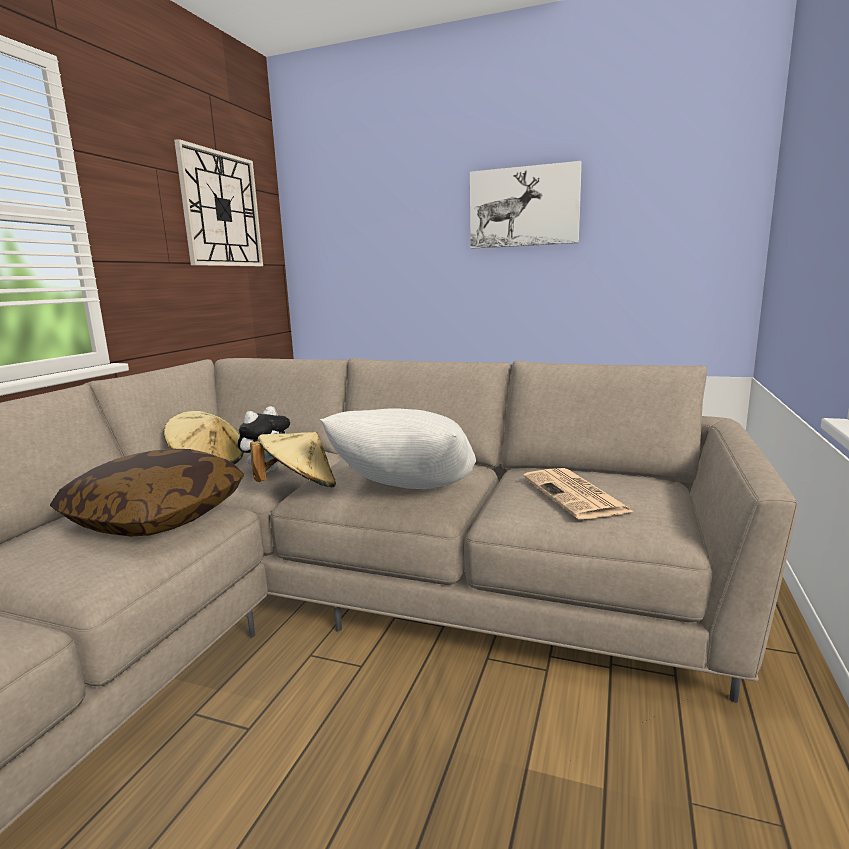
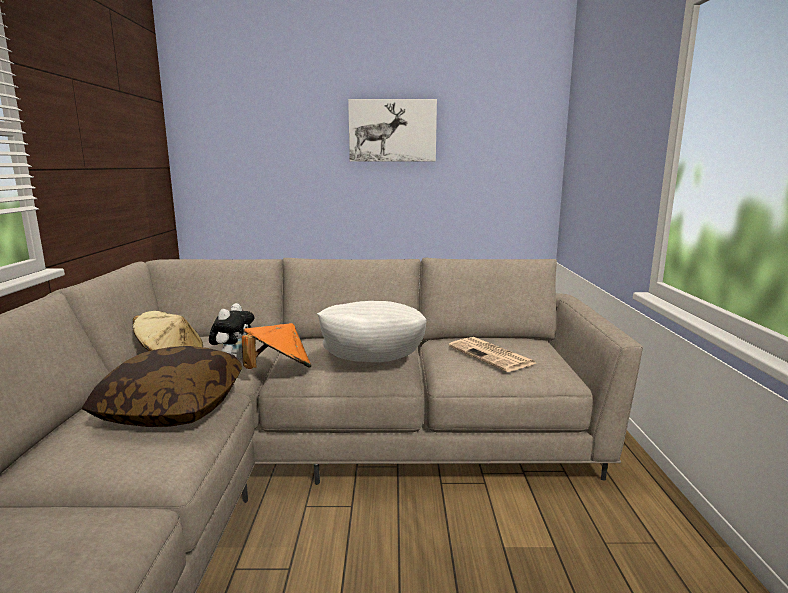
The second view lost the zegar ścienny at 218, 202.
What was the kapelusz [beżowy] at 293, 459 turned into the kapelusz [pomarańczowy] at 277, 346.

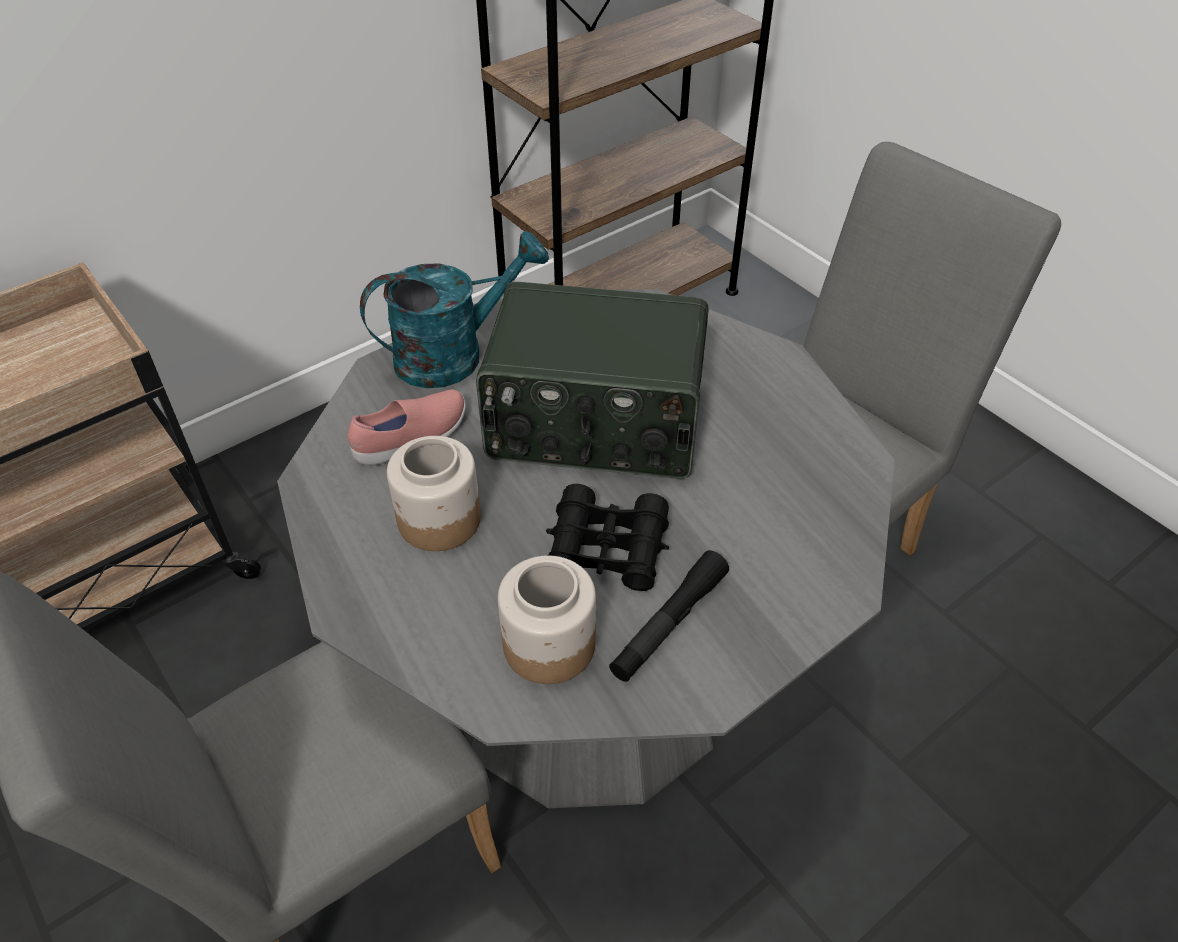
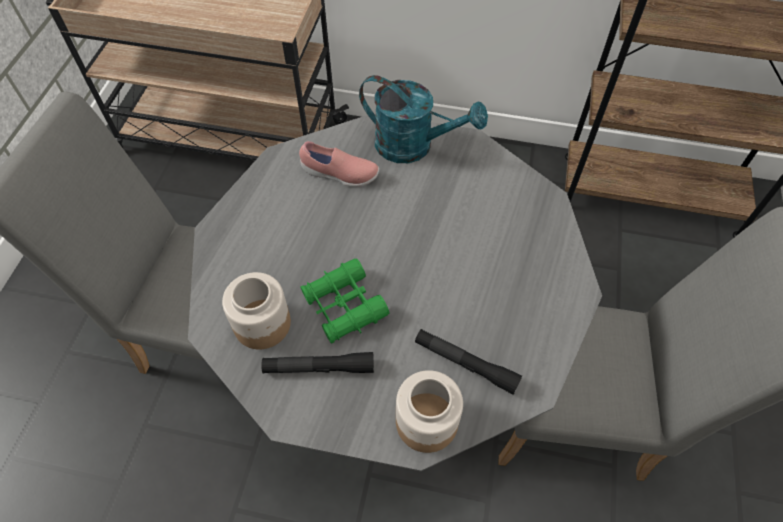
The second view lost the radio at 592, 380.
The słoik ended up elsewhere, having gone from 434, 493 to 429, 411.
What was the lornetka [czarny] at 607, 537 turned into the lornetka [zielony] at 344, 301.
The second view gained the latarka [czarny] at 468, 362.

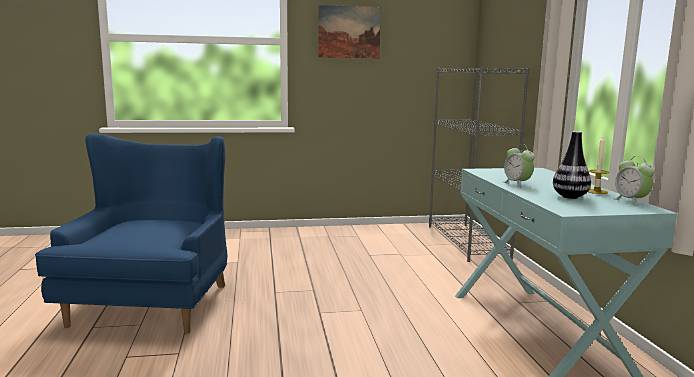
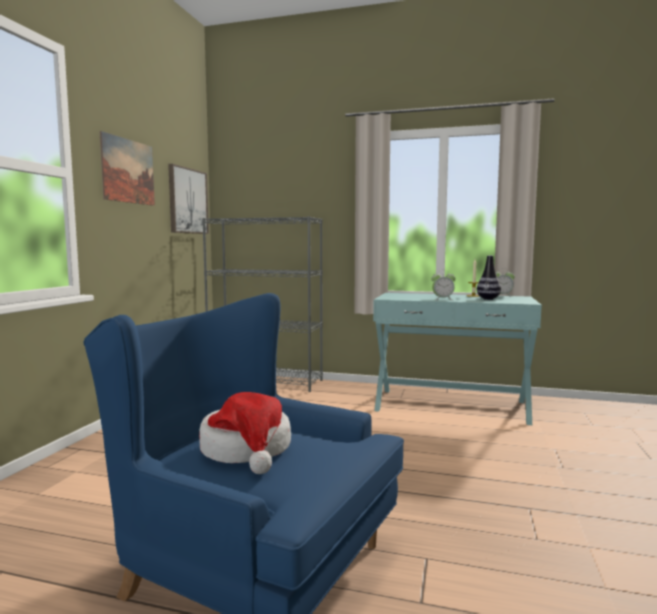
The second view gained the obraz at 188, 199.
The second view gained the kapelusz at 245, 433.

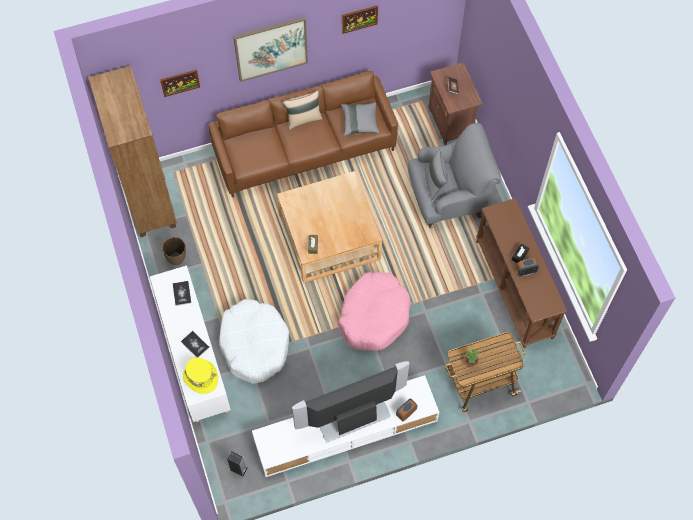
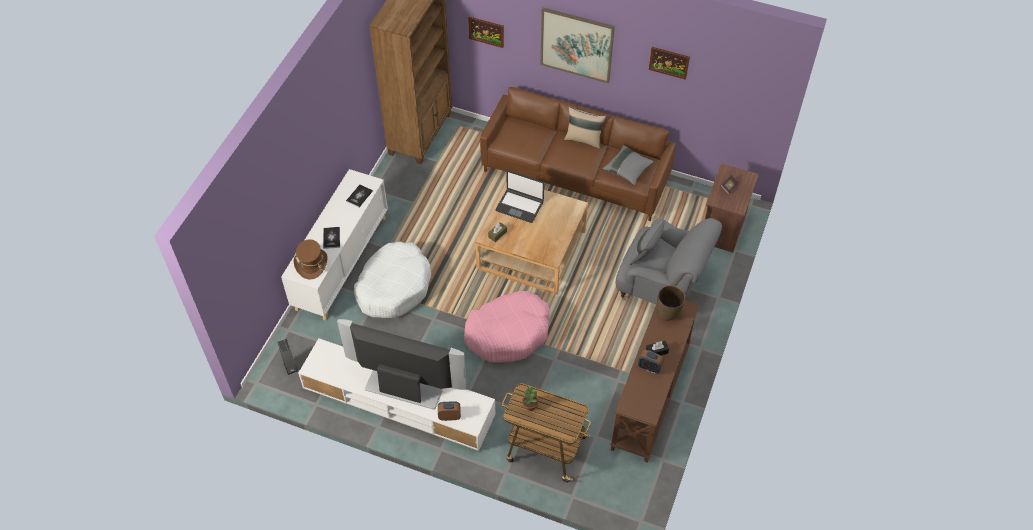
The wazon [brązowy] ended up elsewhere, having gone from 174, 251 to 671, 303.
What was the kapelusz [żółty] at 200, 375 turned into the kapelusz [brązowy] at 310, 259.
The second view gained the laptop at 520, 196.

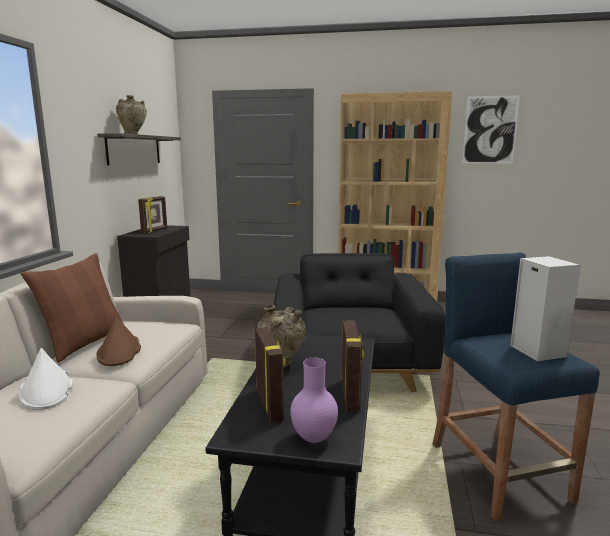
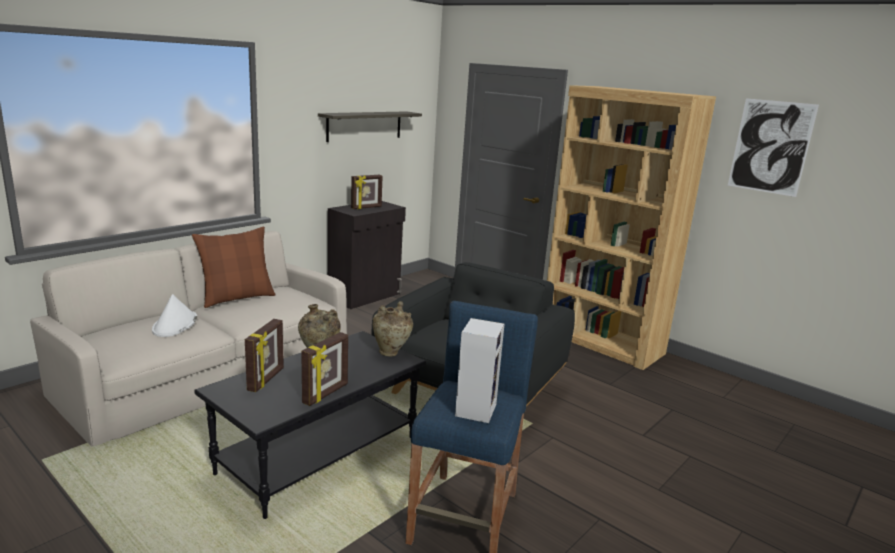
The wazon [beżowy] ended up elsewhere, having gone from 131, 114 to 393, 328.
The second view lost the kapelusz [brązowy] at 118, 341.
The second view lost the wazon [fioletowy] at 314, 400.

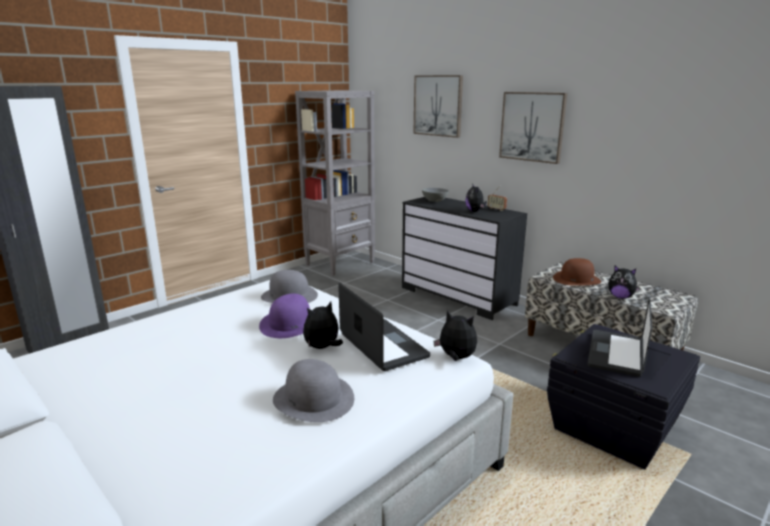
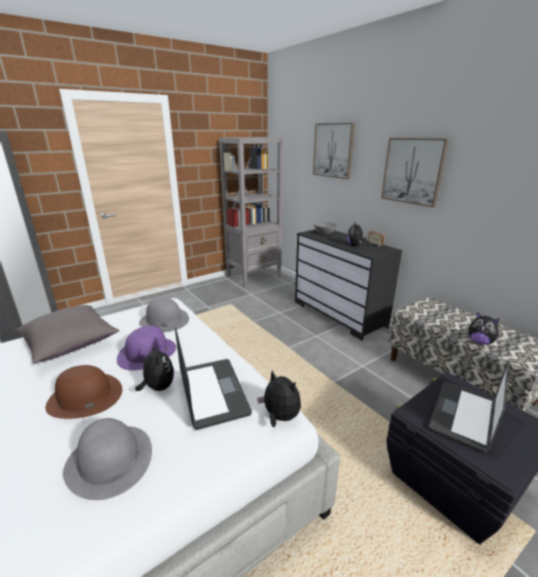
The kapelusz [brązowy] ended up elsewhere, having gone from 577, 272 to 83, 392.
The pluszak at 323, 325 ended up facing another way, 90 degrees clockwise from before.
The second view gained the poduszka [szary] at 67, 334.

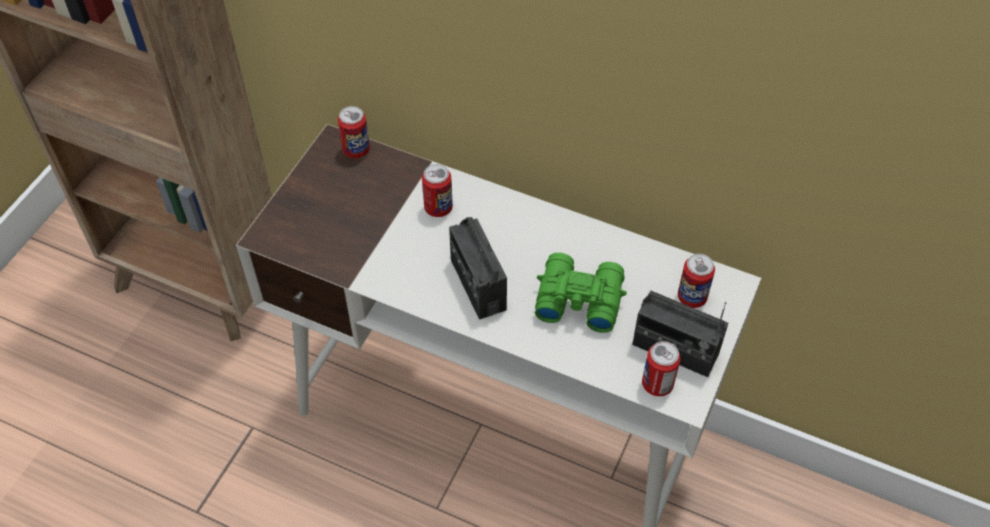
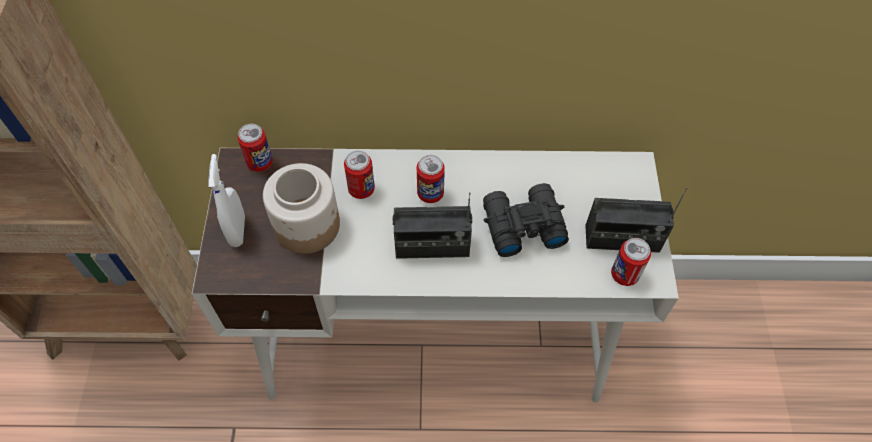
The radio at 478, 268 ended up facing another way, 45 degrees counterclockwise from before.
What was the lornetka [zielony] at 581, 293 turned into the lornetka [czarny] at 526, 220.
The puszka ended up elsewhere, having gone from 696, 281 to 431, 179.
The second view gained the spryskiwacz [biały] at 227, 200.
The second view gained the słoik at 301, 208.

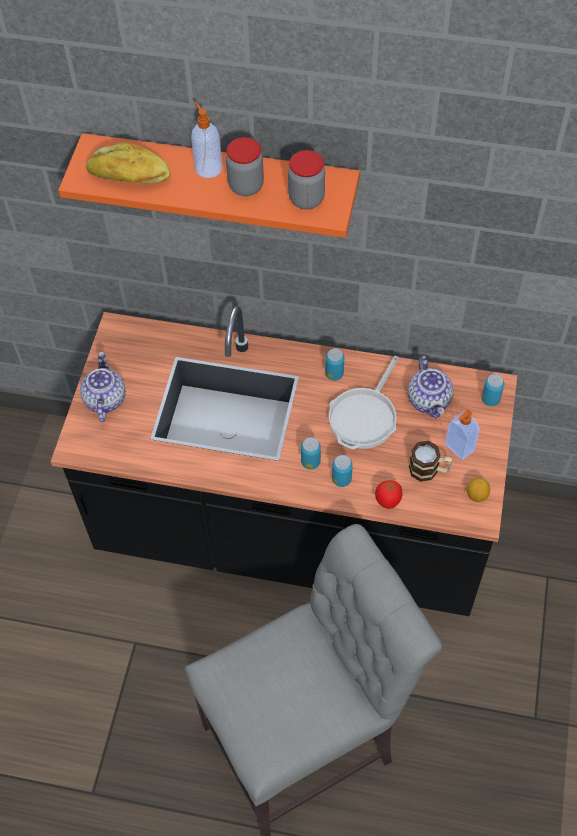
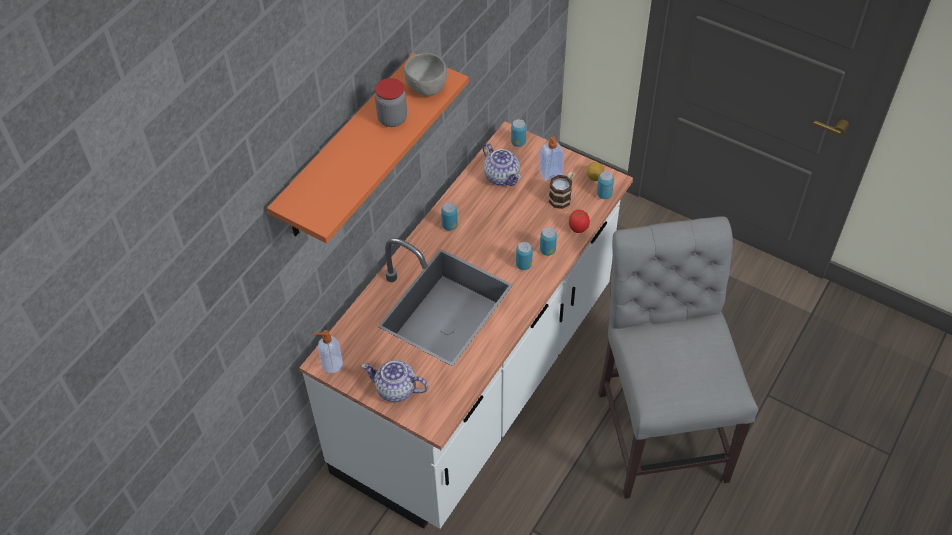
The dozownik mydła ended up elsewhere, having gone from 206, 139 to 328, 351.
The second view lost the chleb at 128, 162.
Where the słoik stood at 306, 179, the miska [szary] came to stand at 425, 74.
What was the zabudowa kuchenna [czarny] at 284, 461 turned into the zabudowa kuchenna [biały] at 466, 325.
The imbryk at 430, 386 ended up facing another way, 45 degrees clockwise from before.
The second view lost the patelnia at 364, 402.
The second view gained the puszka at 605, 185.

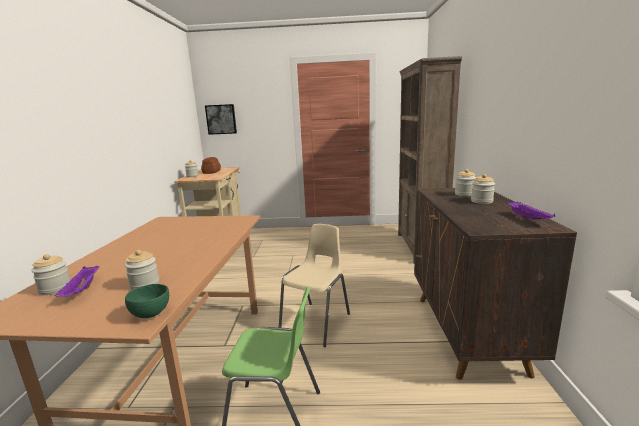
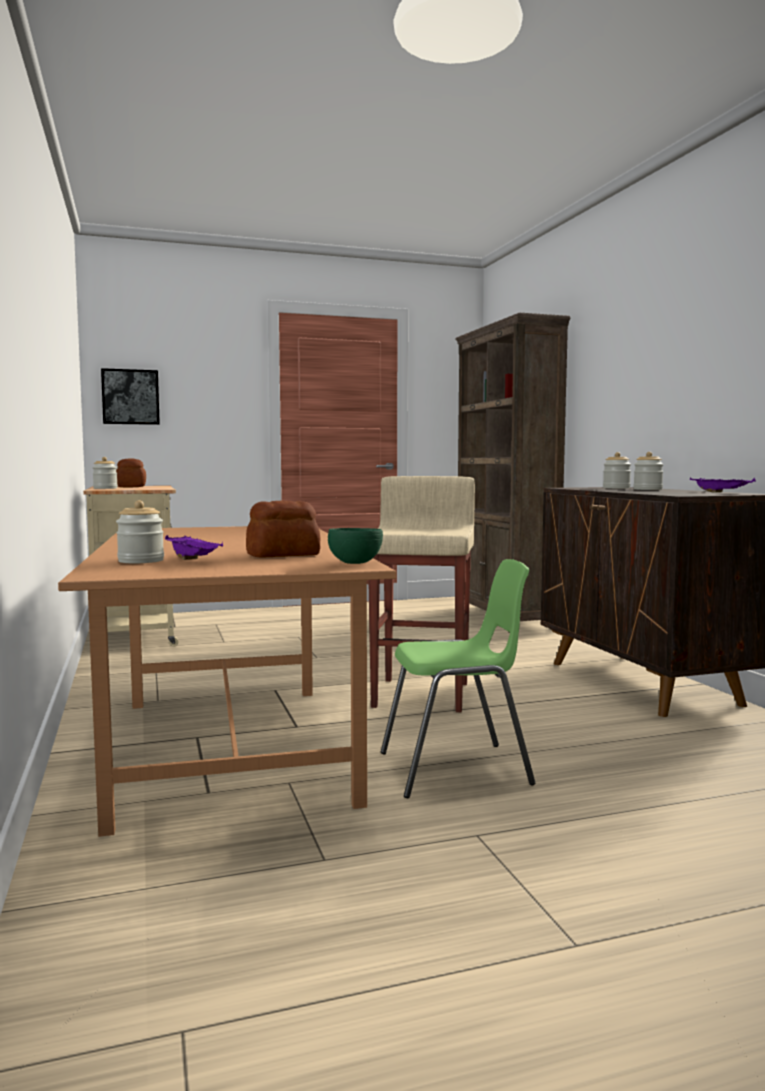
Where the krzesło [beżowy] stood at 314, 285, the stołek [beżowy] came to stand at 421, 594.
Where the słoik stood at 142, 270, the chleb came to stand at 283, 529.

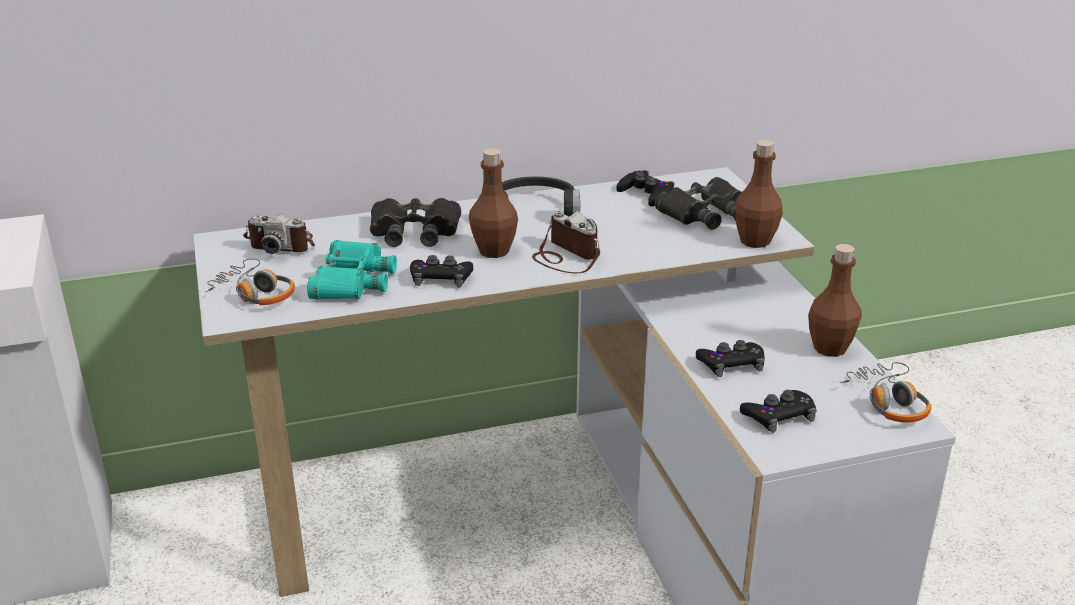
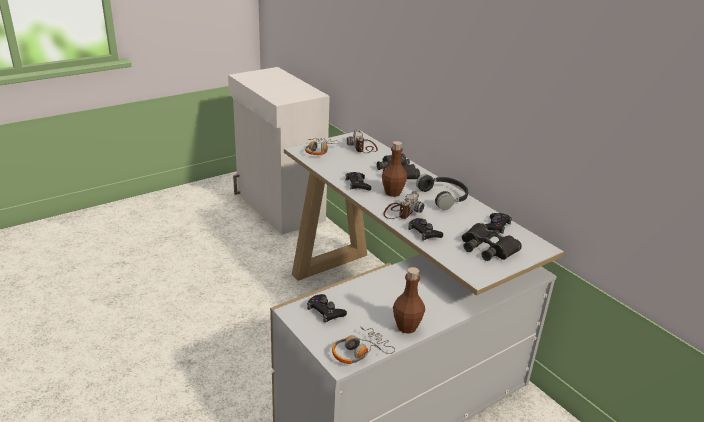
The second view lost the butelka [brązowy] at 759, 194.
The second view lost the lornetka [turkusowy] at 352, 270.
The pad do gier [czarny] ended up elsewhere, having gone from 730, 358 to 425, 229.

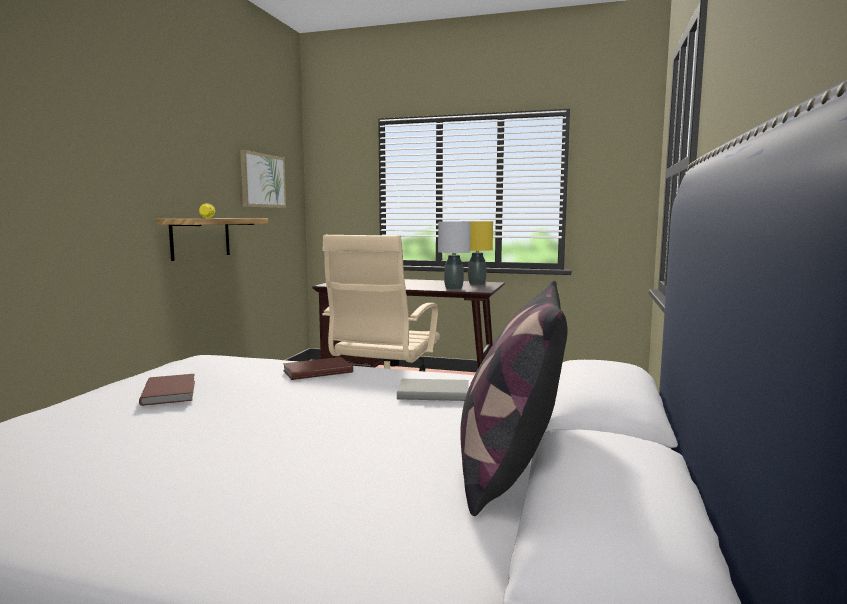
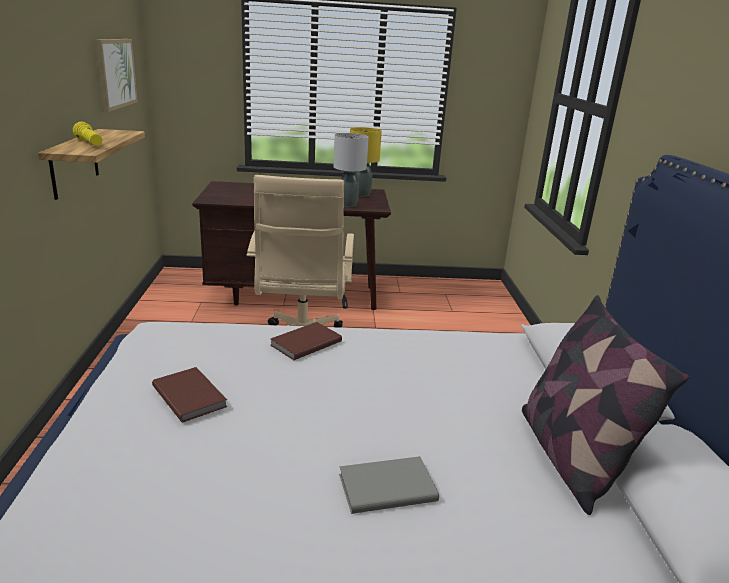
The książka [szary] ended up elsewhere, having gone from 433, 390 to 389, 485.

